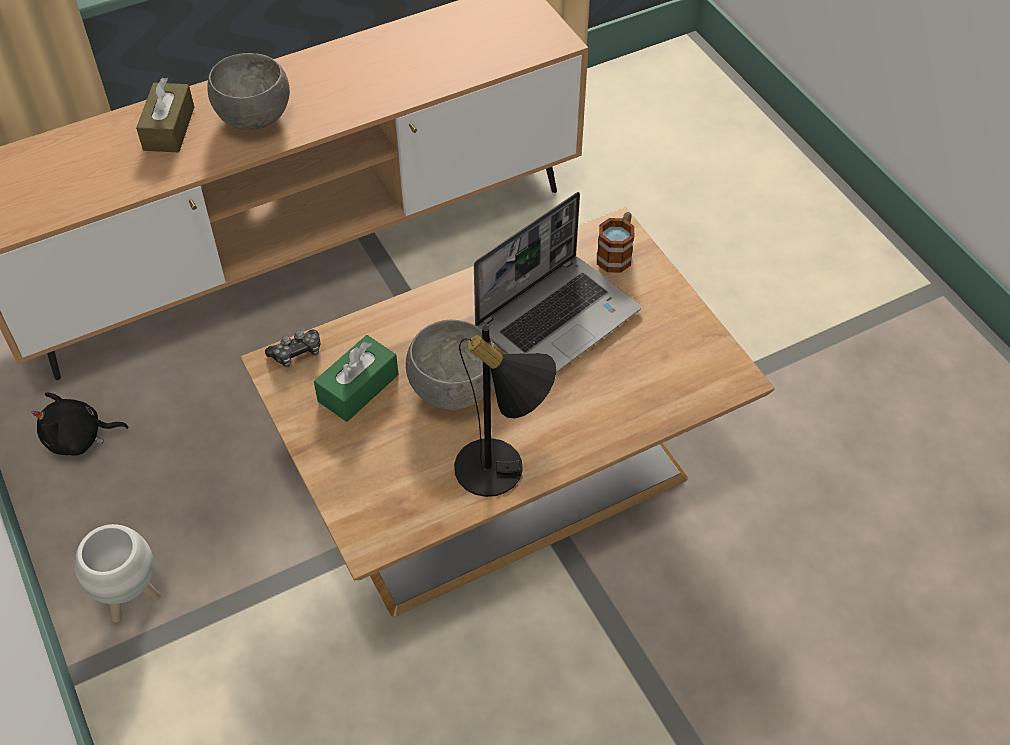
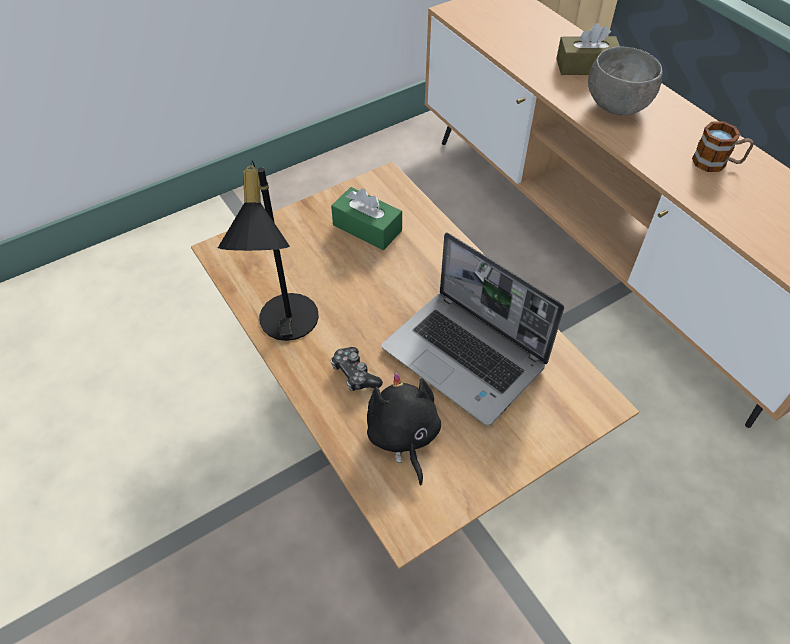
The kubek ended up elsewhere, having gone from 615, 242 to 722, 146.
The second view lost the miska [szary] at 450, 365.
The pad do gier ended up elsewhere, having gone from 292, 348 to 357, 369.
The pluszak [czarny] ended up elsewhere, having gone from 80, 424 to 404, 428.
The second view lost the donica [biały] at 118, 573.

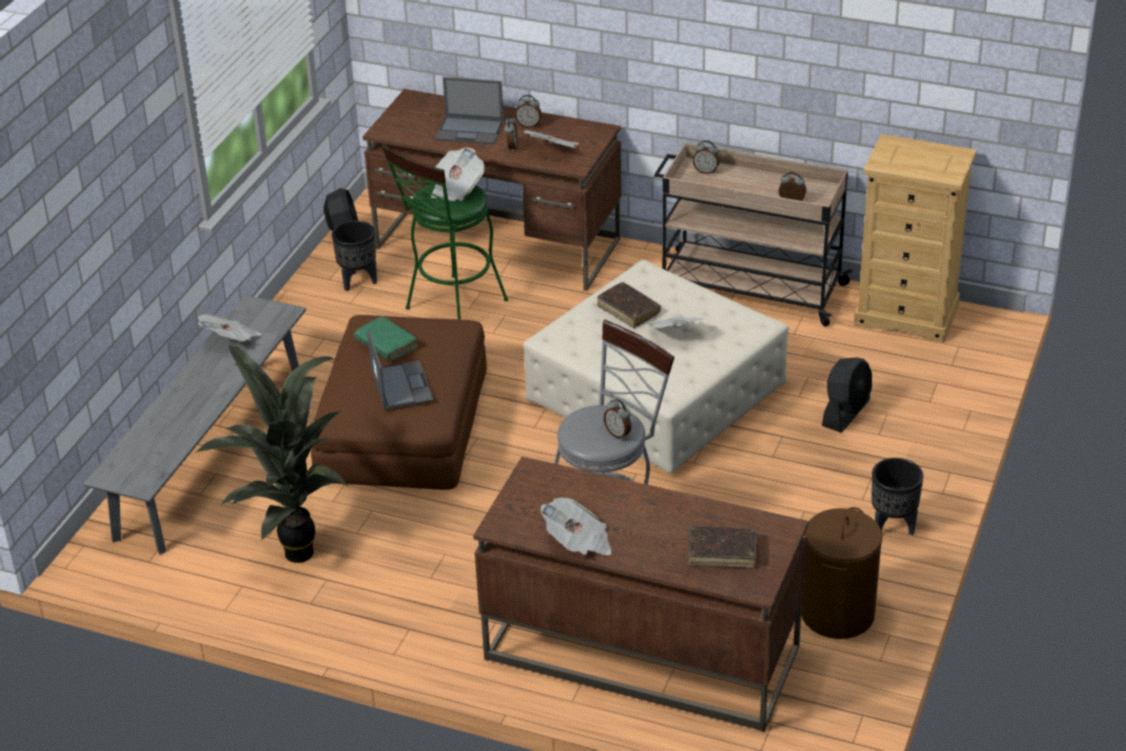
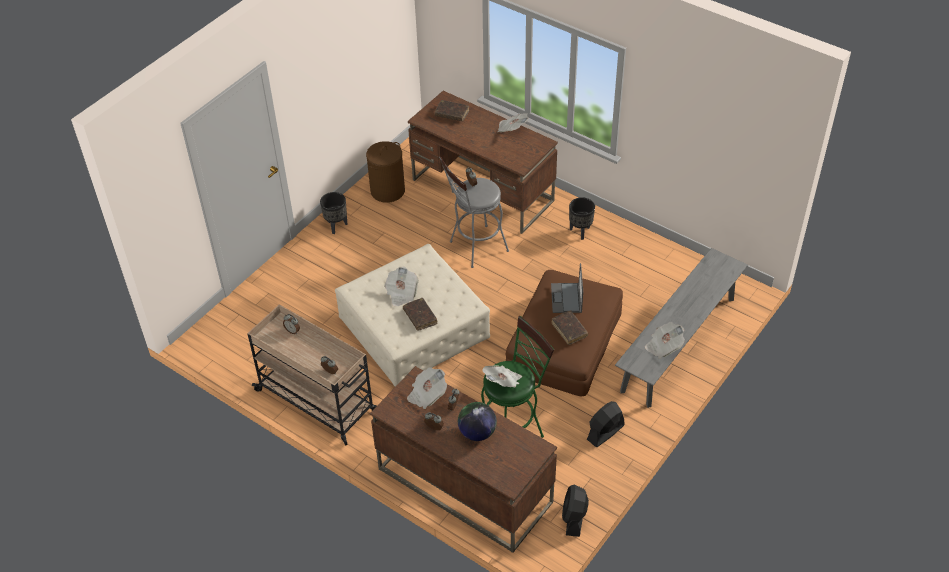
Where the laptop stood at 469, 111, the globus came to stand at 477, 421.
The second view lost the komoda [beżowy] at 915, 238.
The donica [czarny] ended up elsewhere, having gone from 354, 255 to 582, 218.
What was the książka [zielony] at 386, 338 turned into the książka [brązowy] at 569, 327.
The second view lost the roślina doniczkowa at 272, 454.
The wentylator [czarny] ended up elsewhere, having gone from 847, 395 to 606, 424.

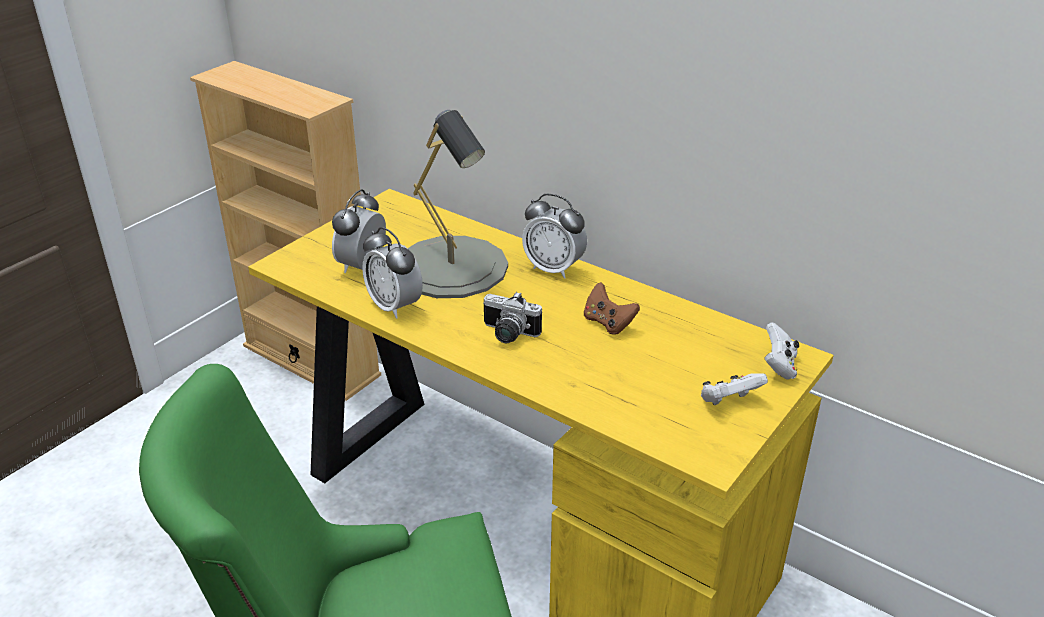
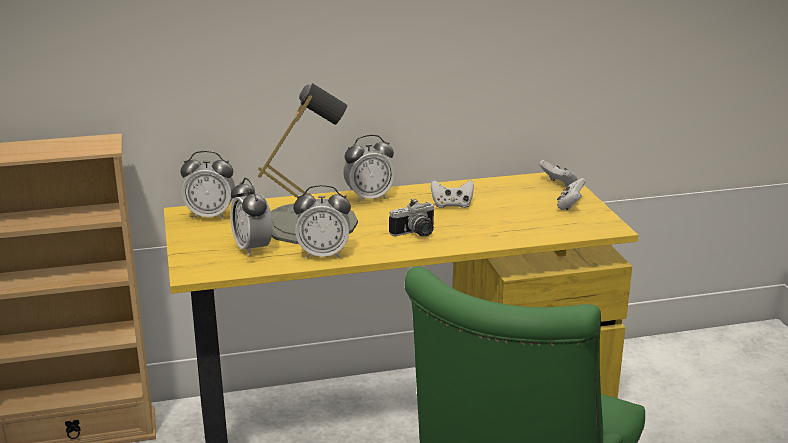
What was the pad do gier [brązowy] at 612, 308 turned into the pad do gier [biały] at 452, 194.
The second view gained the budzik at 207, 185.

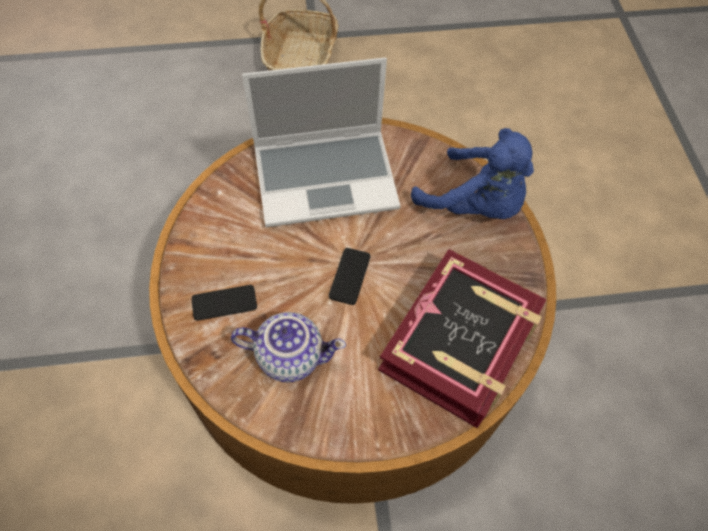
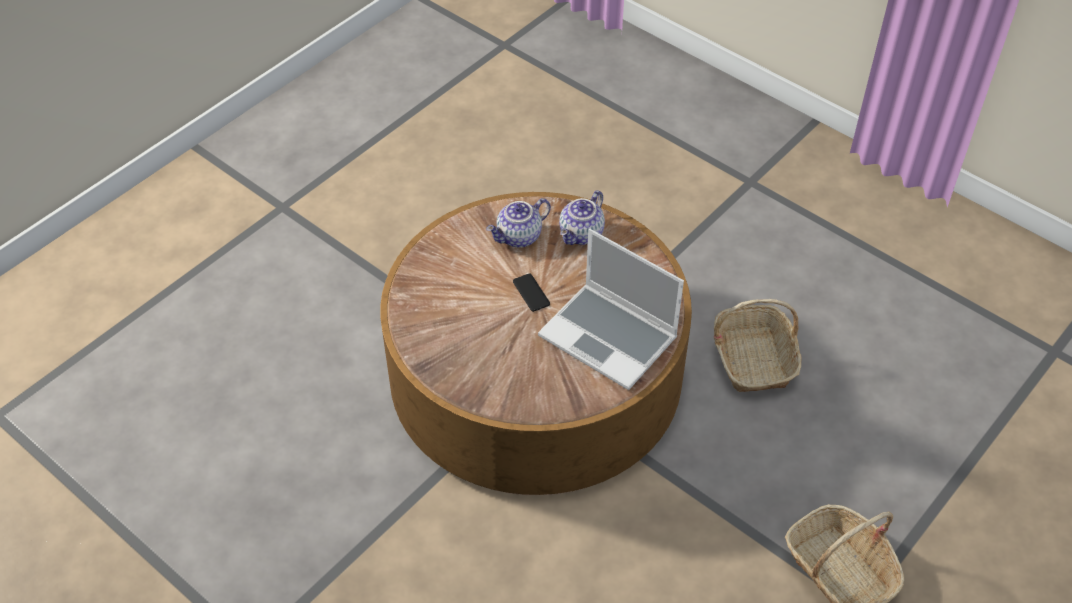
The laptop at 321, 142 ended up facing another way, 90 degrees counterclockwise from before.
The second view lost the pluszak [niebieski] at 472, 173.
The second view lost the książka at 462, 338.
Where the telefon stood at 224, 303, the imbryk came to stand at 582, 217.
The second view gained the koszyk at 758, 345.

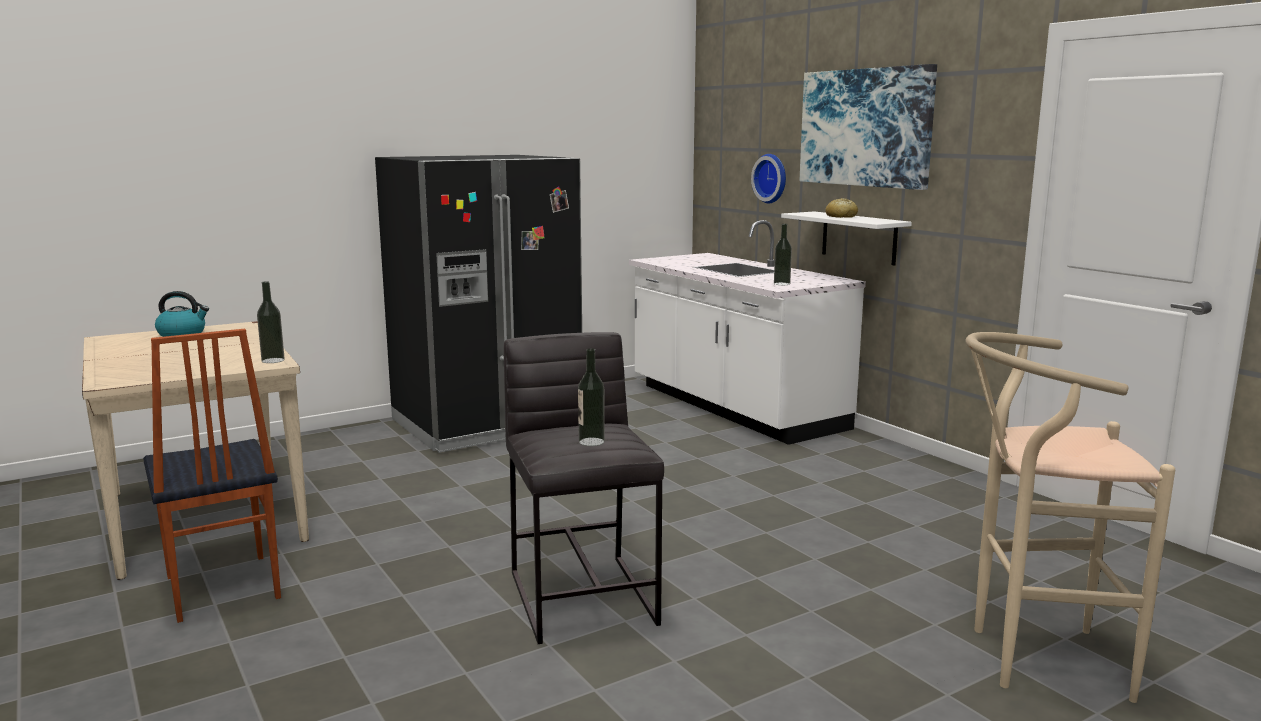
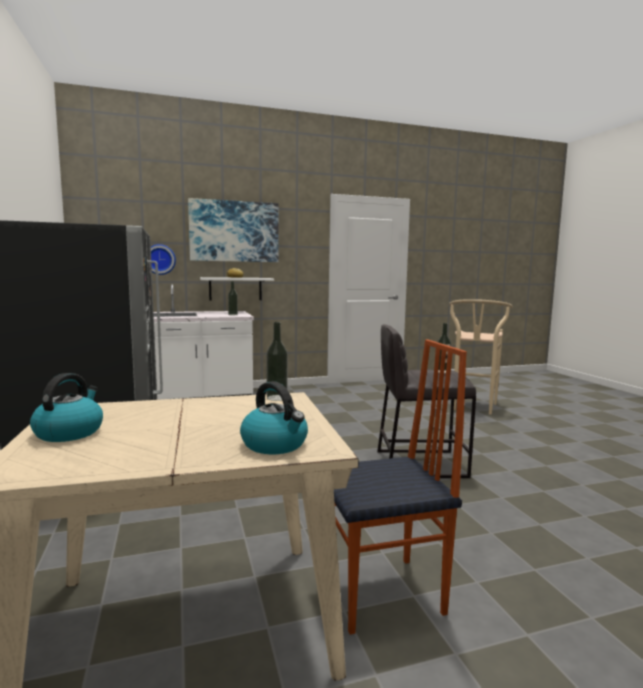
The second view gained the czajnik at 274, 417.

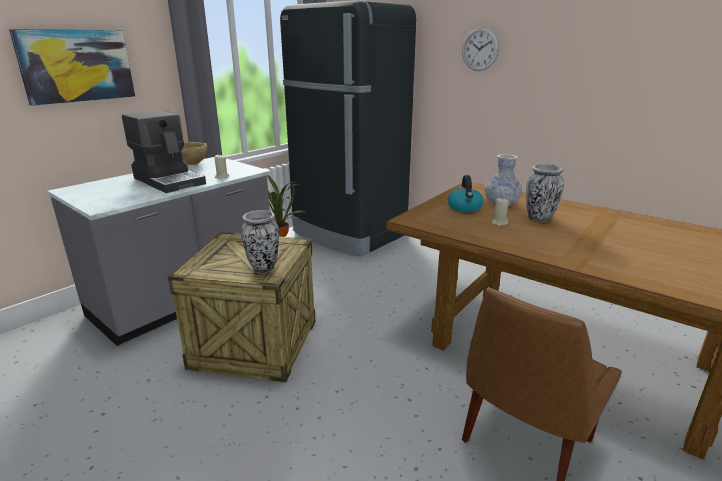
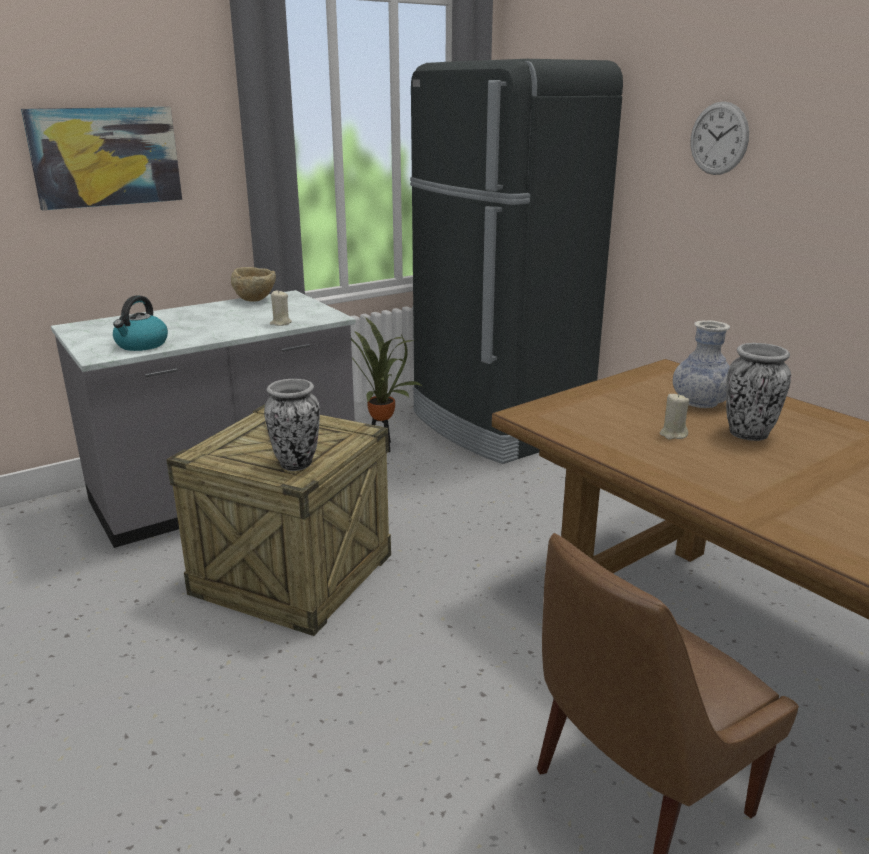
The second view lost the ekspres do kawy at 164, 151.
The czajnik ended up elsewhere, having gone from 465, 193 to 140, 323.

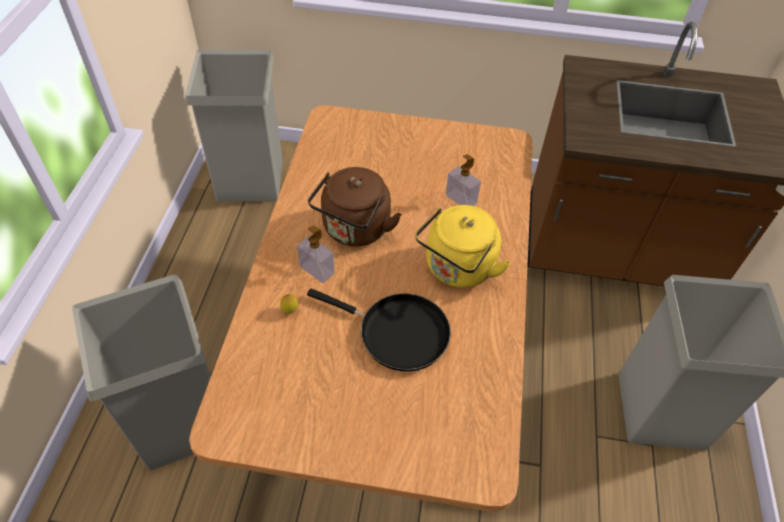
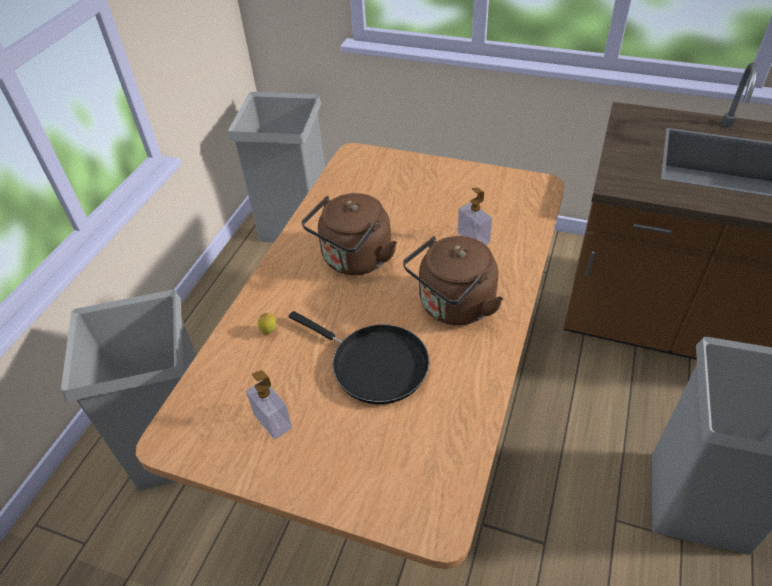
What was the czajnik [żółty] at 463, 246 turned into the czajnik [brązowy] at 453, 280.
The dozownik mydła ended up elsewhere, having gone from 316, 254 to 269, 404.

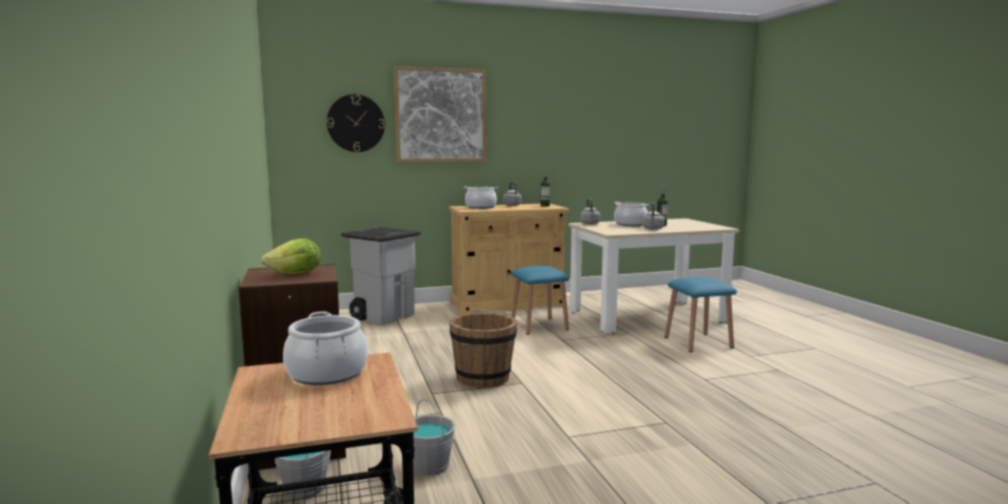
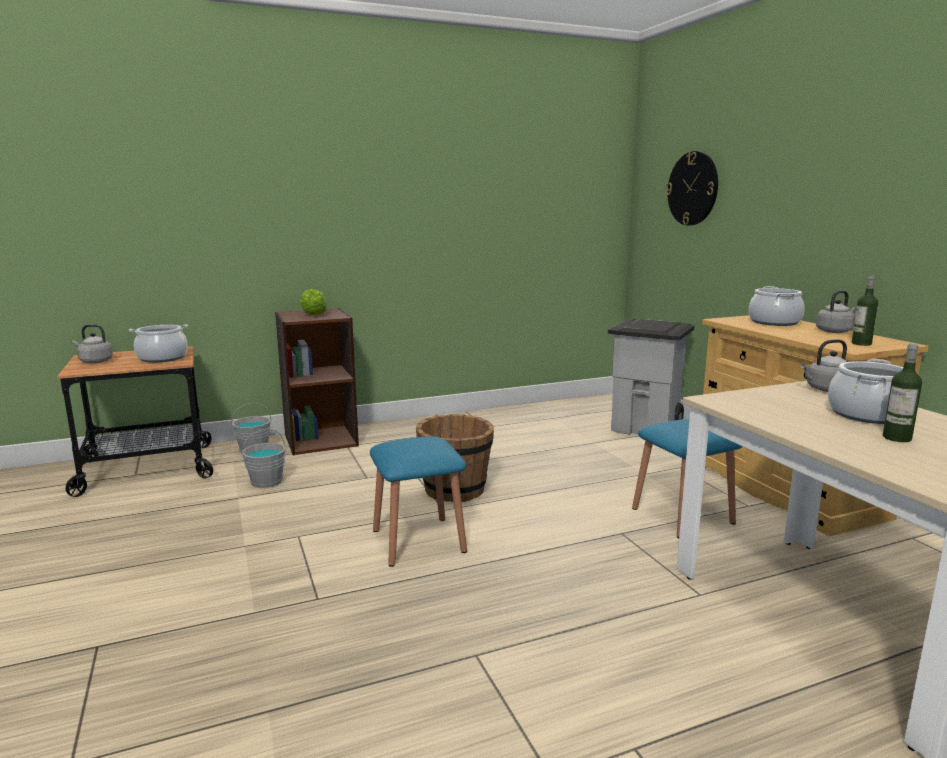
The second view lost the obraz at 440, 114.
The czajnik [szary] ended up elsewhere, having gone from 653, 216 to 92, 343.
The stołek [niebieski] ended up elsewhere, having gone from 701, 314 to 418, 501.

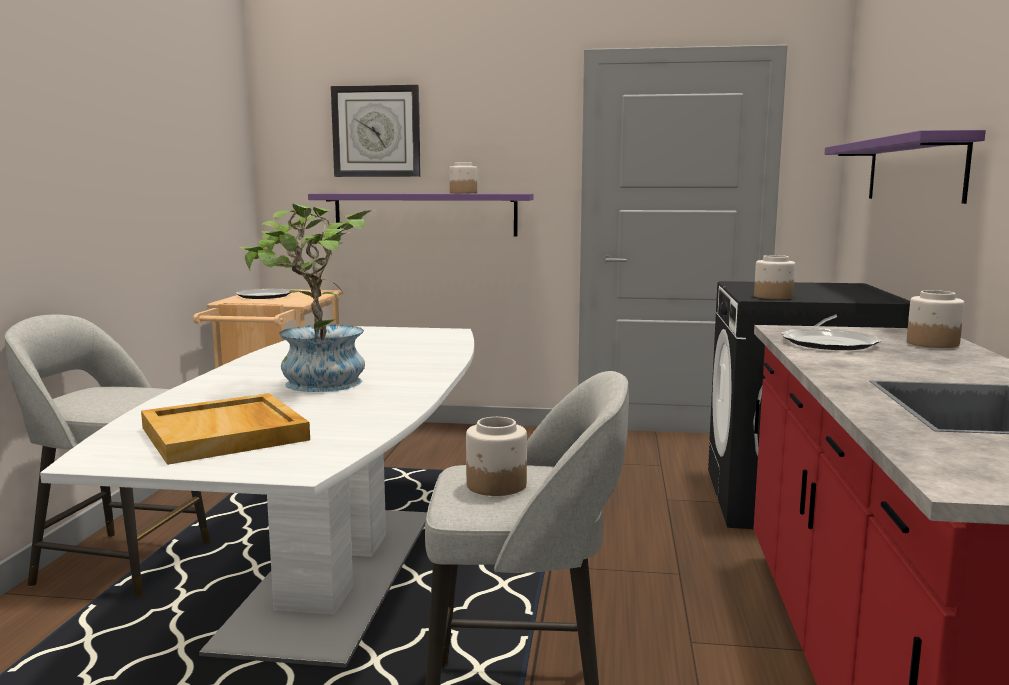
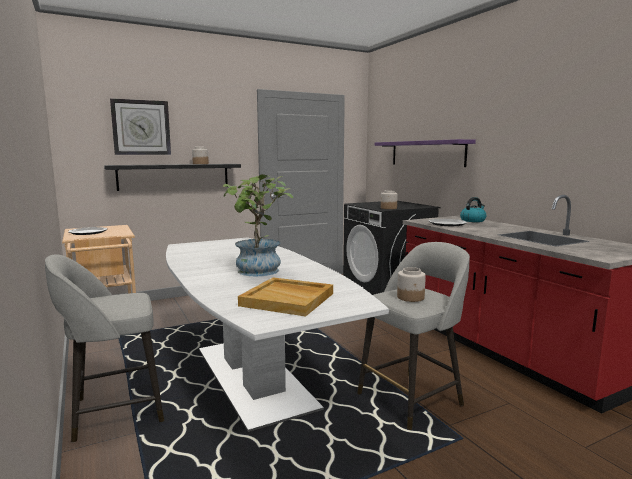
What was the półka [fioletowy] at 420, 214 turned into the półka [czarny] at 172, 177.
Where the słoik stood at 935, 319, the czajnik came to stand at 473, 209.

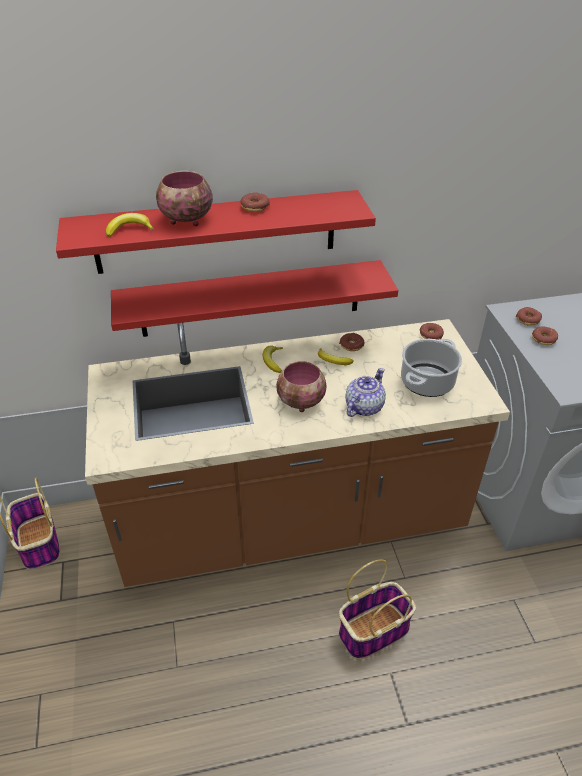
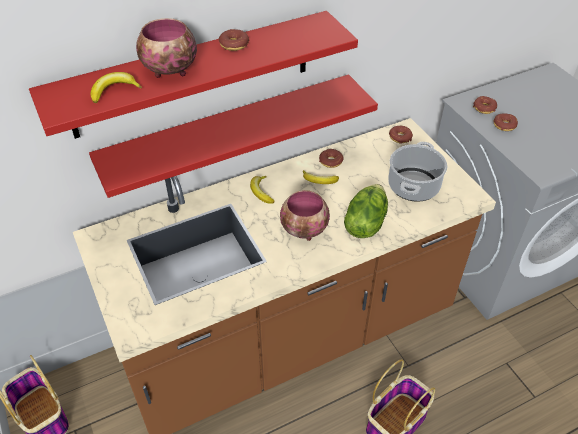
Where the imbryk stood at 365, 392, the sałata came to stand at 366, 211.

